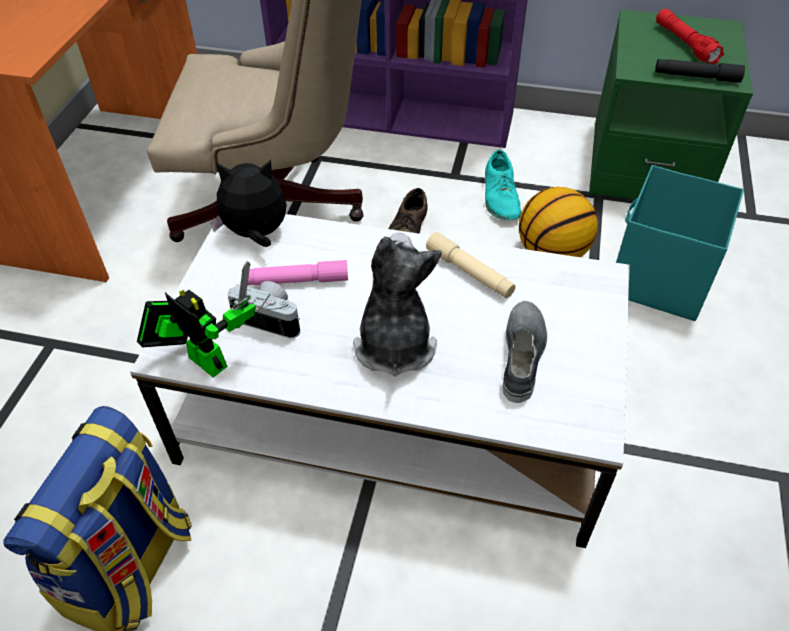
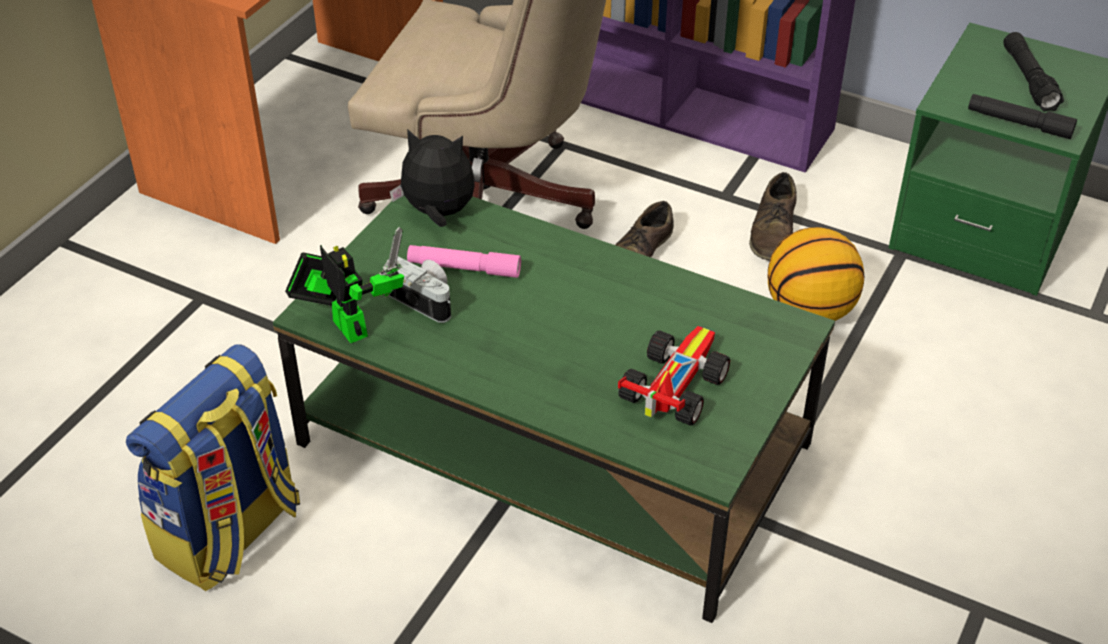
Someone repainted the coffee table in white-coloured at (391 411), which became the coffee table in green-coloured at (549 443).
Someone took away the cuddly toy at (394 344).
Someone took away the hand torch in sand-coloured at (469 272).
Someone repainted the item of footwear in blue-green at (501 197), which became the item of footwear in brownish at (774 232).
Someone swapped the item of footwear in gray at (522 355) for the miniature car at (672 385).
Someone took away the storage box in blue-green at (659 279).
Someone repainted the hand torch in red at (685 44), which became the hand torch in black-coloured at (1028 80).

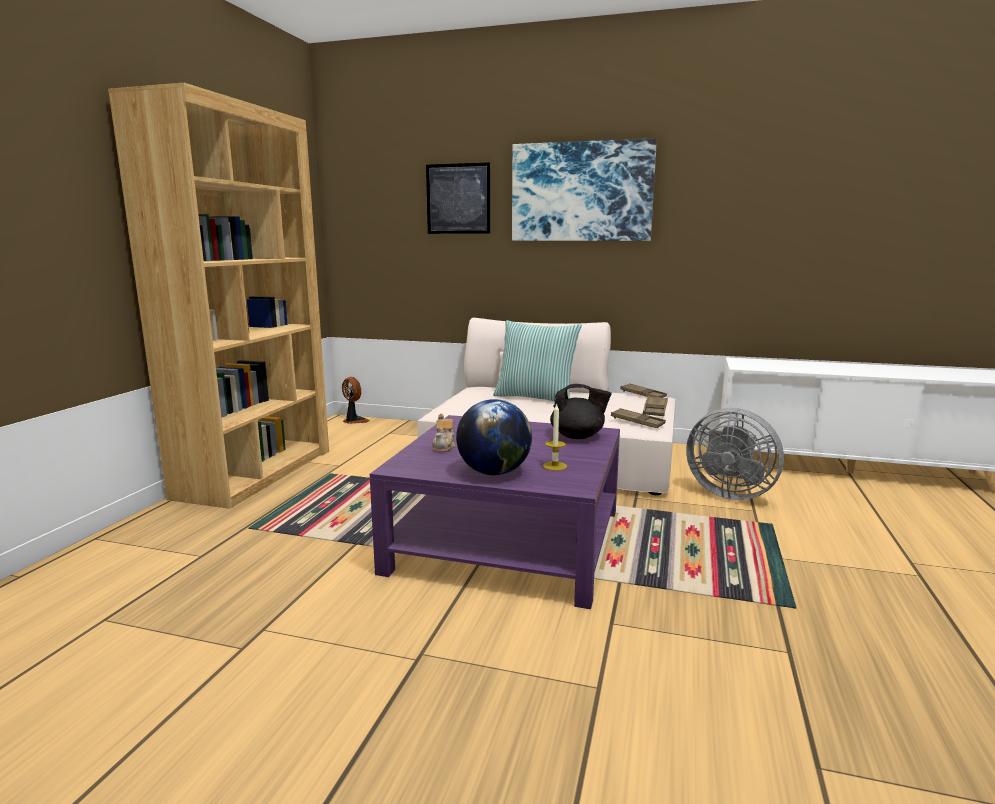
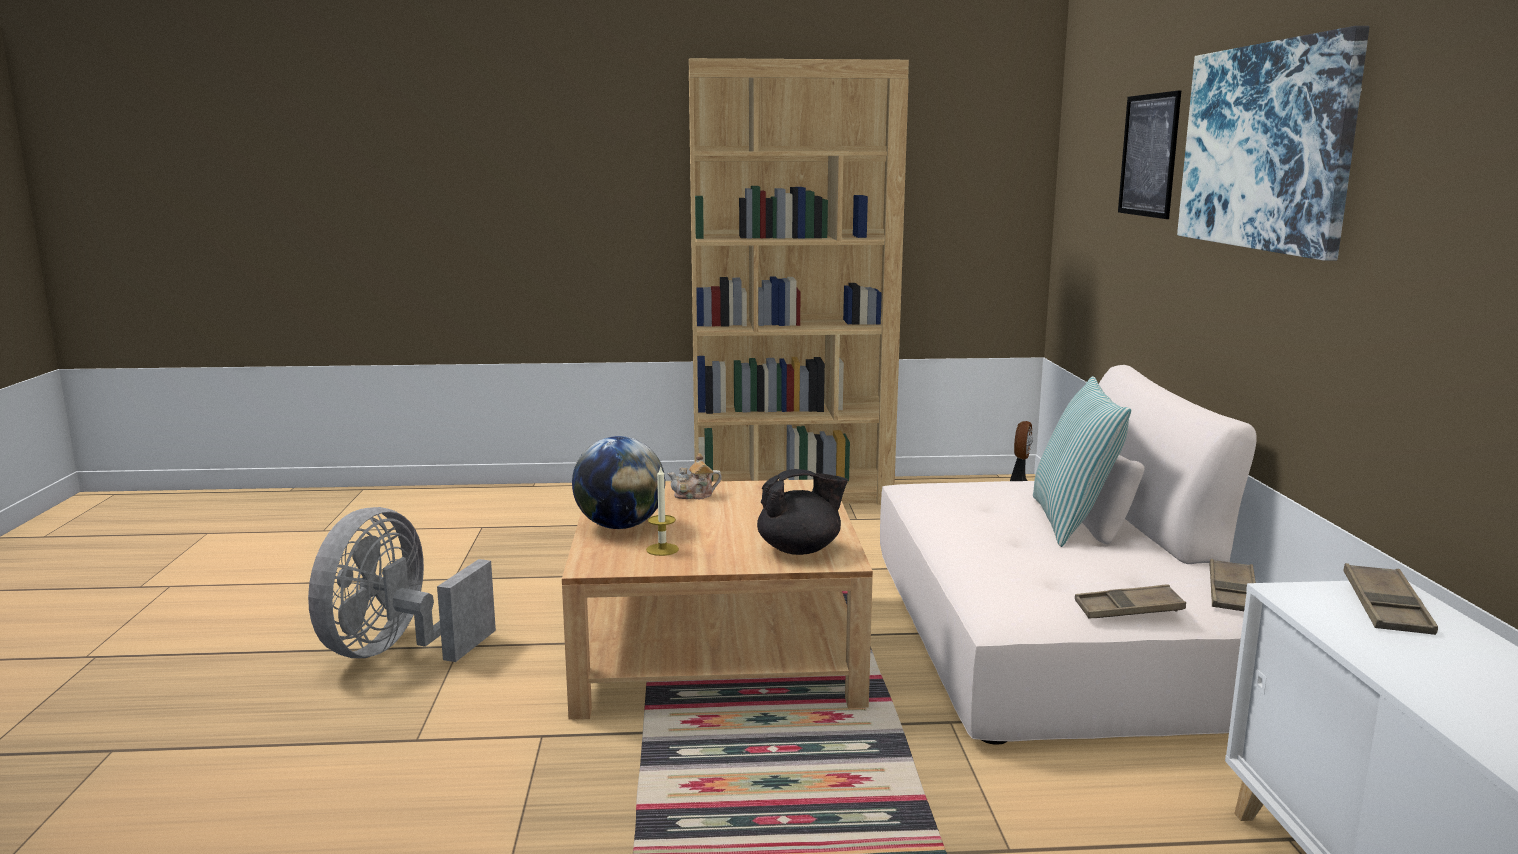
Someone repainted the coffee table in purplish at (507 540), which became the coffee table in sand-coloured at (715 647).
Someone rotated the pot for tea in black-coloured at (578 436) by 90 degrees counterclockwise.
Someone carried the tray in brownish from (637 422) to (1386 608).
Someone carried the cooling fan in gray from (729 493) to (396 651).

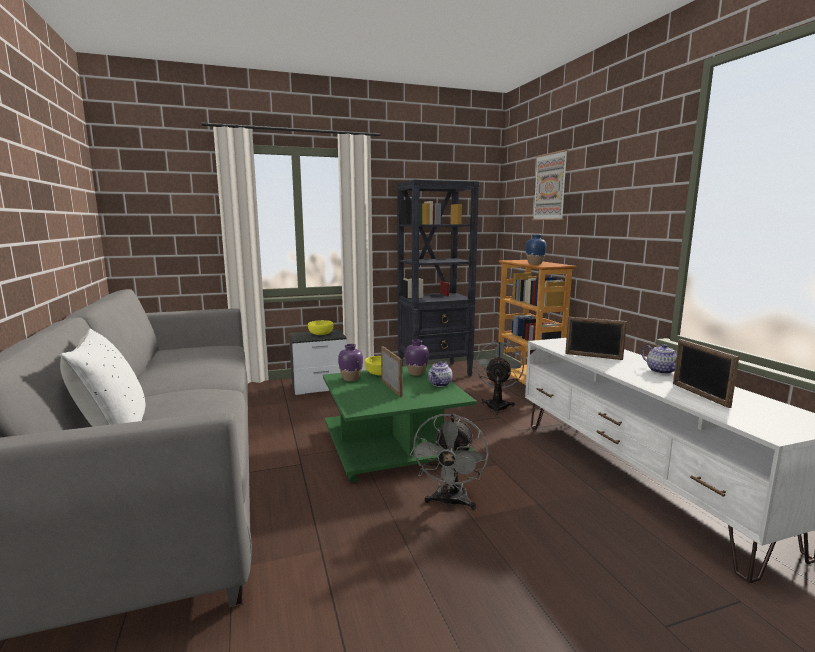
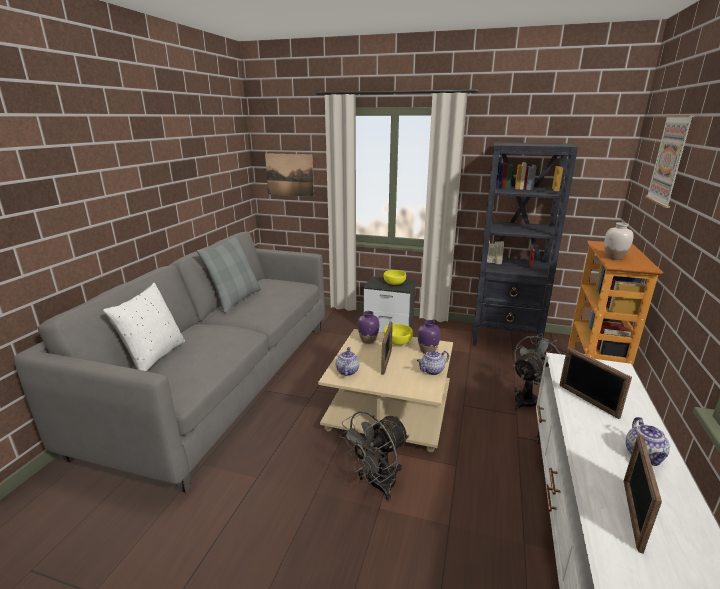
Someone repainted the coffee table in green-coloured at (392 445), which became the coffee table in sand-coloured at (388 407).
Someone repainted the vase in blue-coloured at (534 264), which became the vase in white-coloured at (614 257).
Someone put down the pillow in gray at (235 299).
Someone put up the wall art at (289 175).
Someone put down the pot for tea at (347 371).

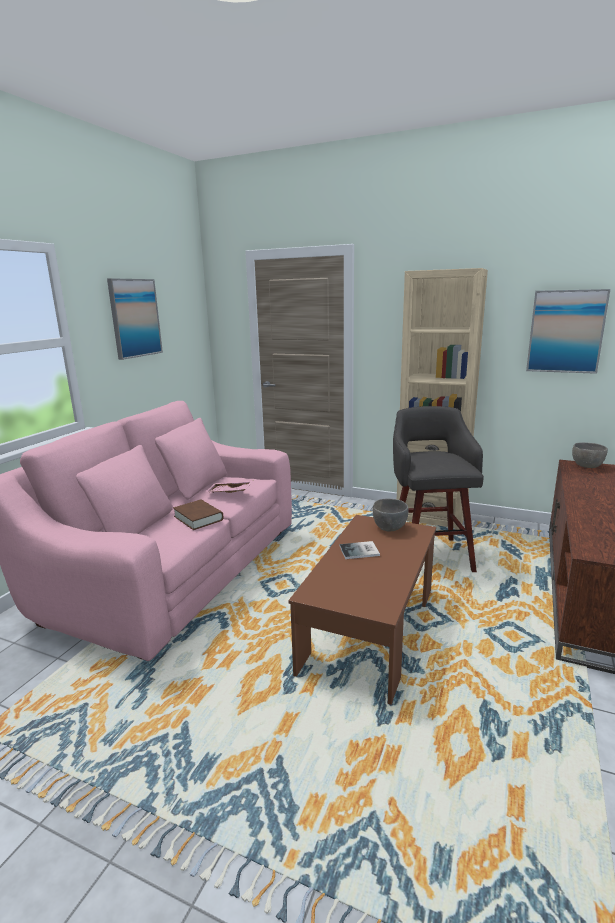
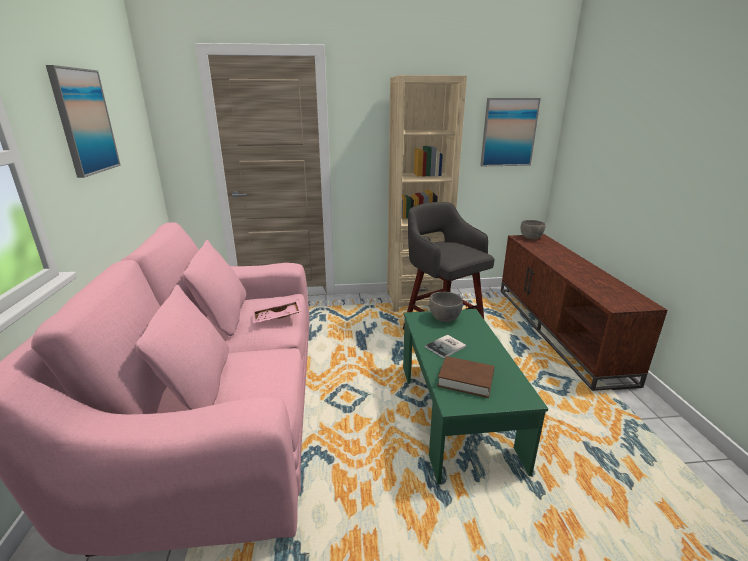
Someone carried the book in brownish from (198 518) to (465 380).
Someone repainted the coffee table in brownish at (370 629), which became the coffee table in green-coloured at (456 413).

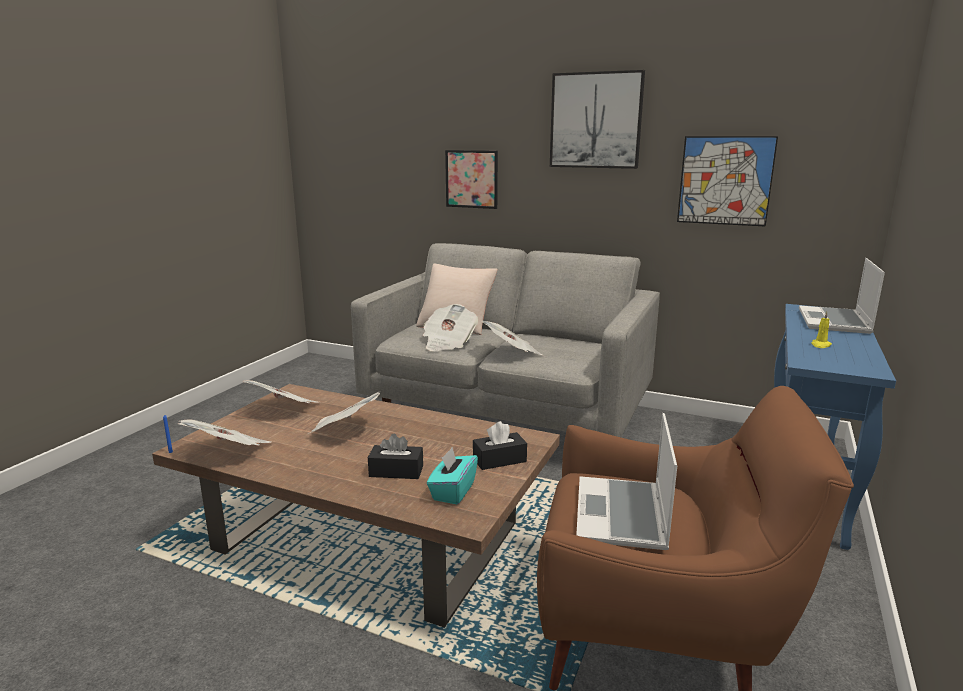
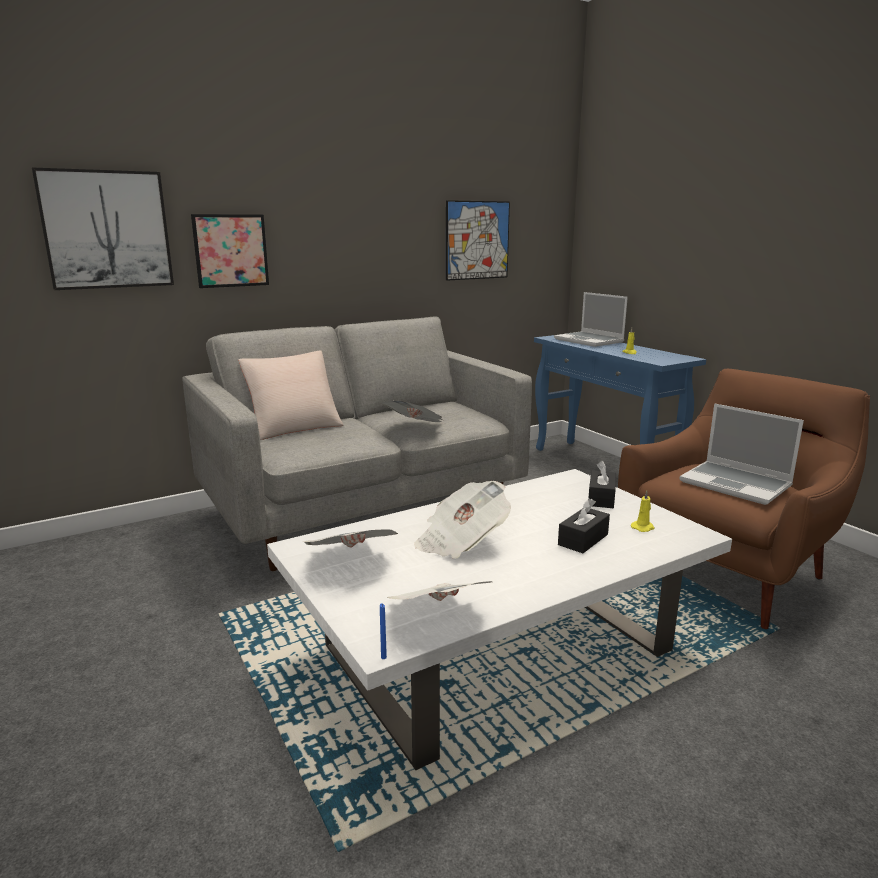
Someone repainted the coffee table in brownish at (371 536), which became the coffee table in white-coloured at (498 647).
Someone took away the daily paper at (448 343).
Someone swapped the tissue box in blue-green at (452 491) for the candle in yellow-coloured at (643 527).
Someone carried the wall art from (596 120) to (106 230).

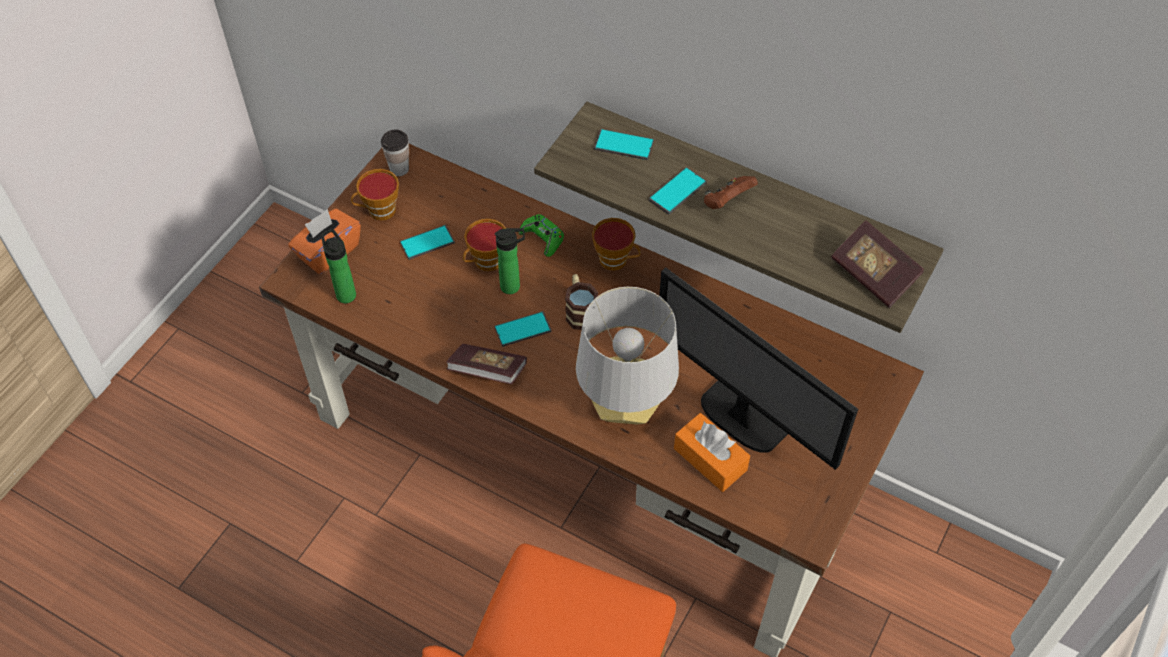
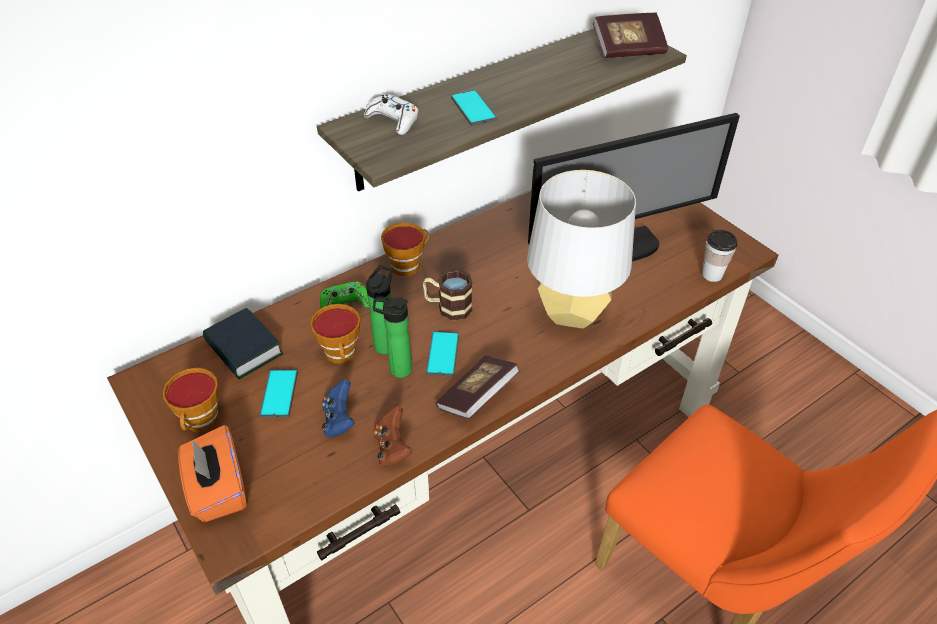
Someone carried the drink bottle from (345 293) to (397 370).
Someone carried the small cup from (399 169) to (712 274).
Someone swapped the telephone at (623 145) for the gamepad in white-coloured at (393 120).
Someone took away the tissue box in orangey at (710 459).
Someone carried the gamepad in brownish from (727 202) to (392 448).
Someone put down the book at (244 349).
Someone put down the gamepad in blue-coloured at (339 420).

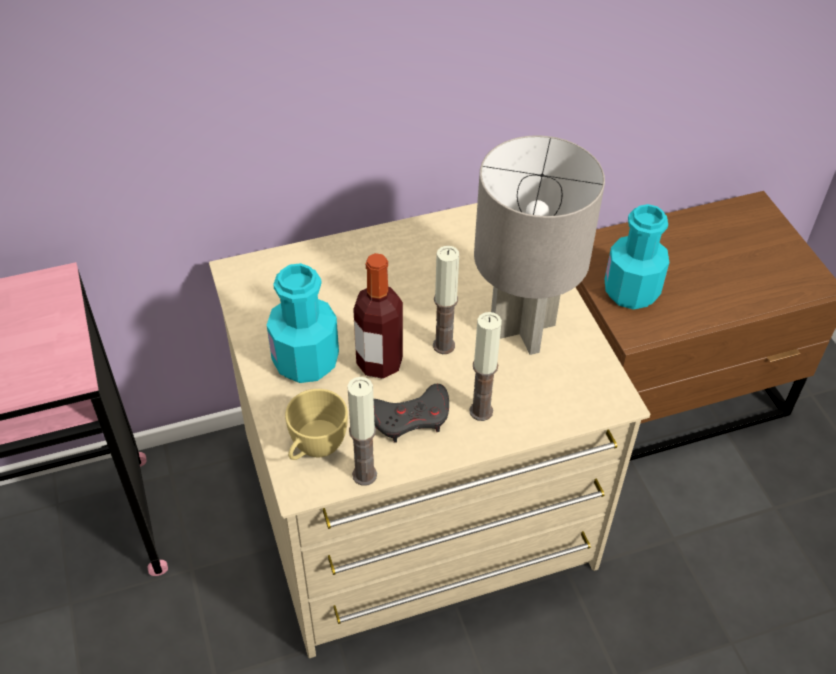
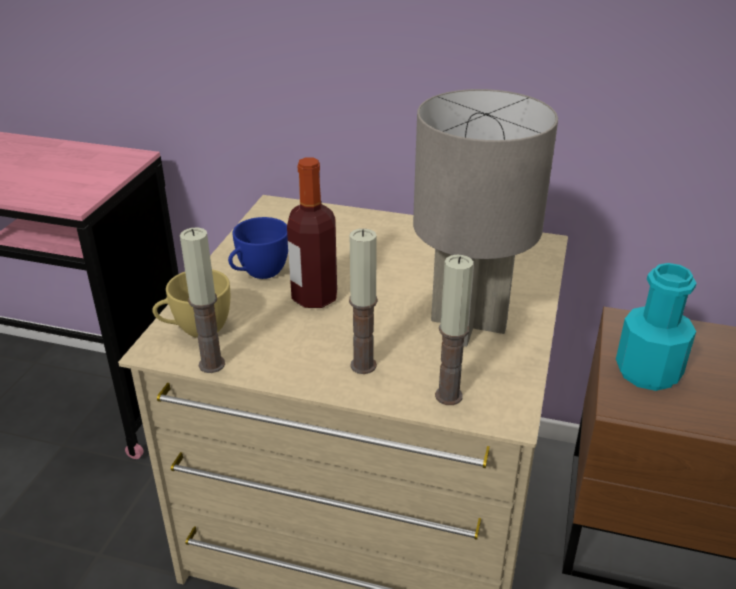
Someone swapped the drink bottle in blue-green at (306 361) for the small cup in blue-coloured at (258 273).
Someone took away the gamepad in gray at (409 417).
Someone carried the candle from (443 345) to (448 396).

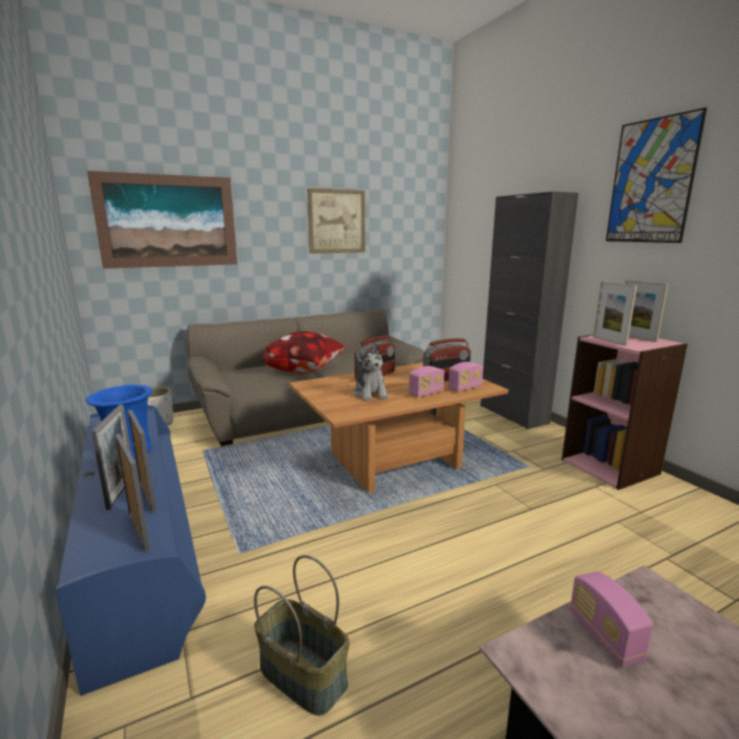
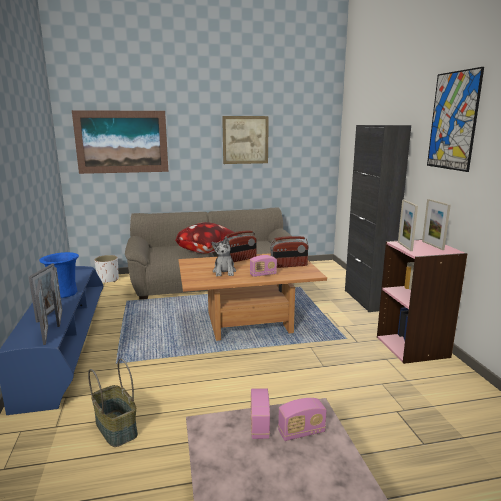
Someone carried the radio set from (465 388) to (301 432).

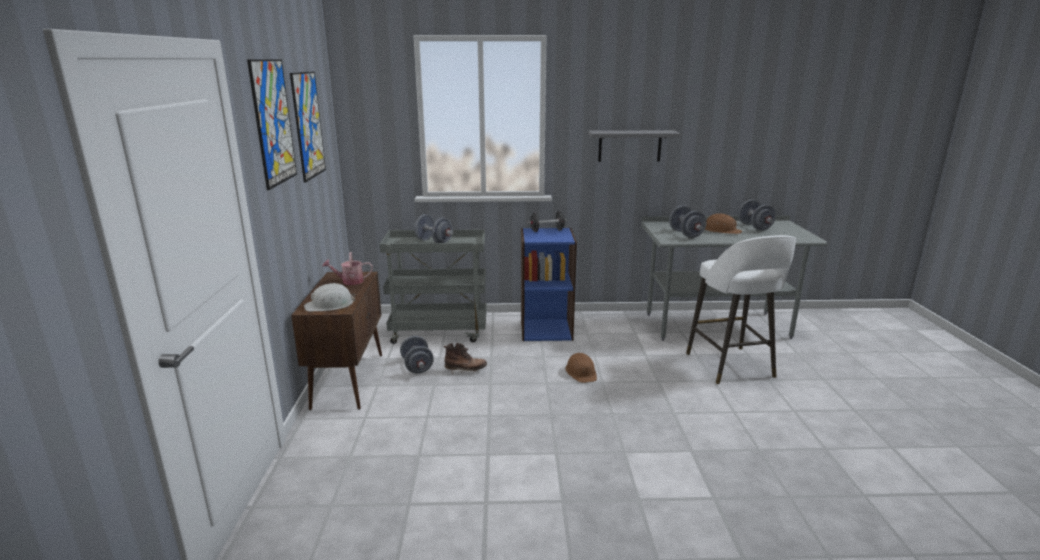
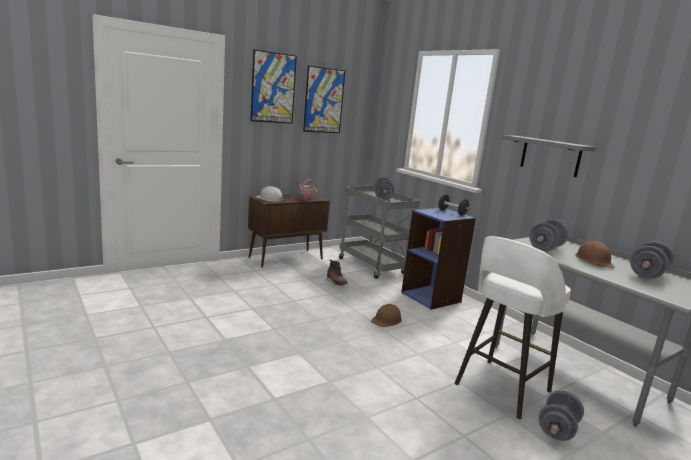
Someone carried the free weight in gray from (417 366) to (557 430).

